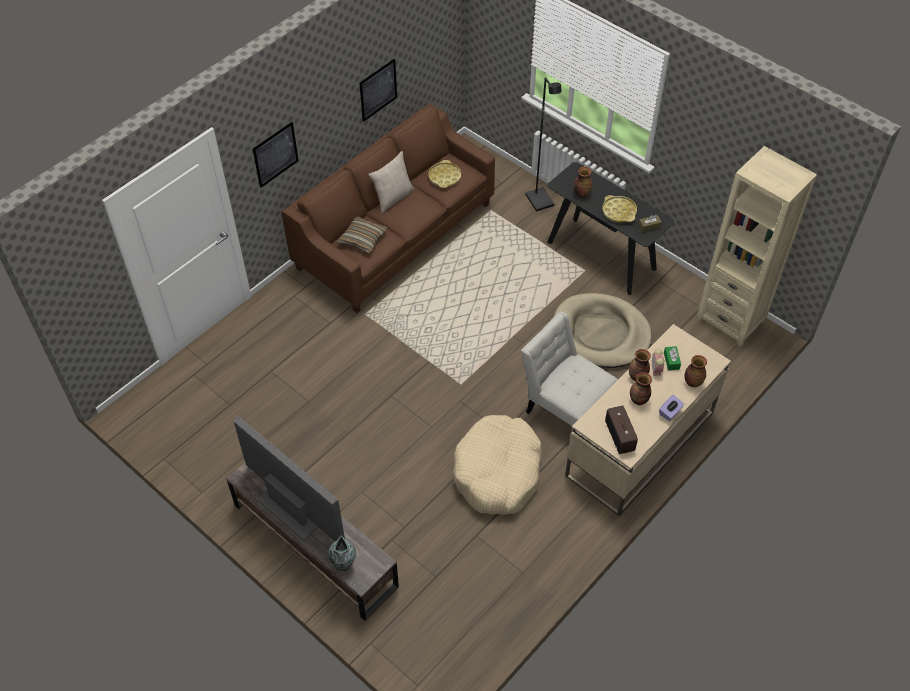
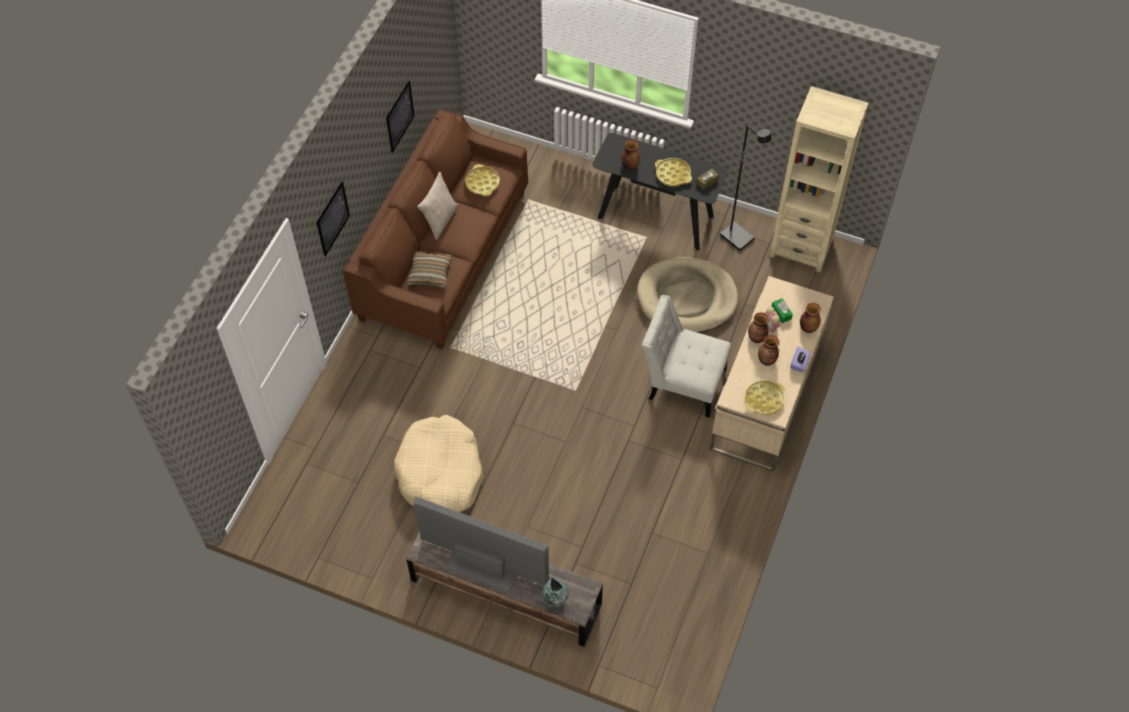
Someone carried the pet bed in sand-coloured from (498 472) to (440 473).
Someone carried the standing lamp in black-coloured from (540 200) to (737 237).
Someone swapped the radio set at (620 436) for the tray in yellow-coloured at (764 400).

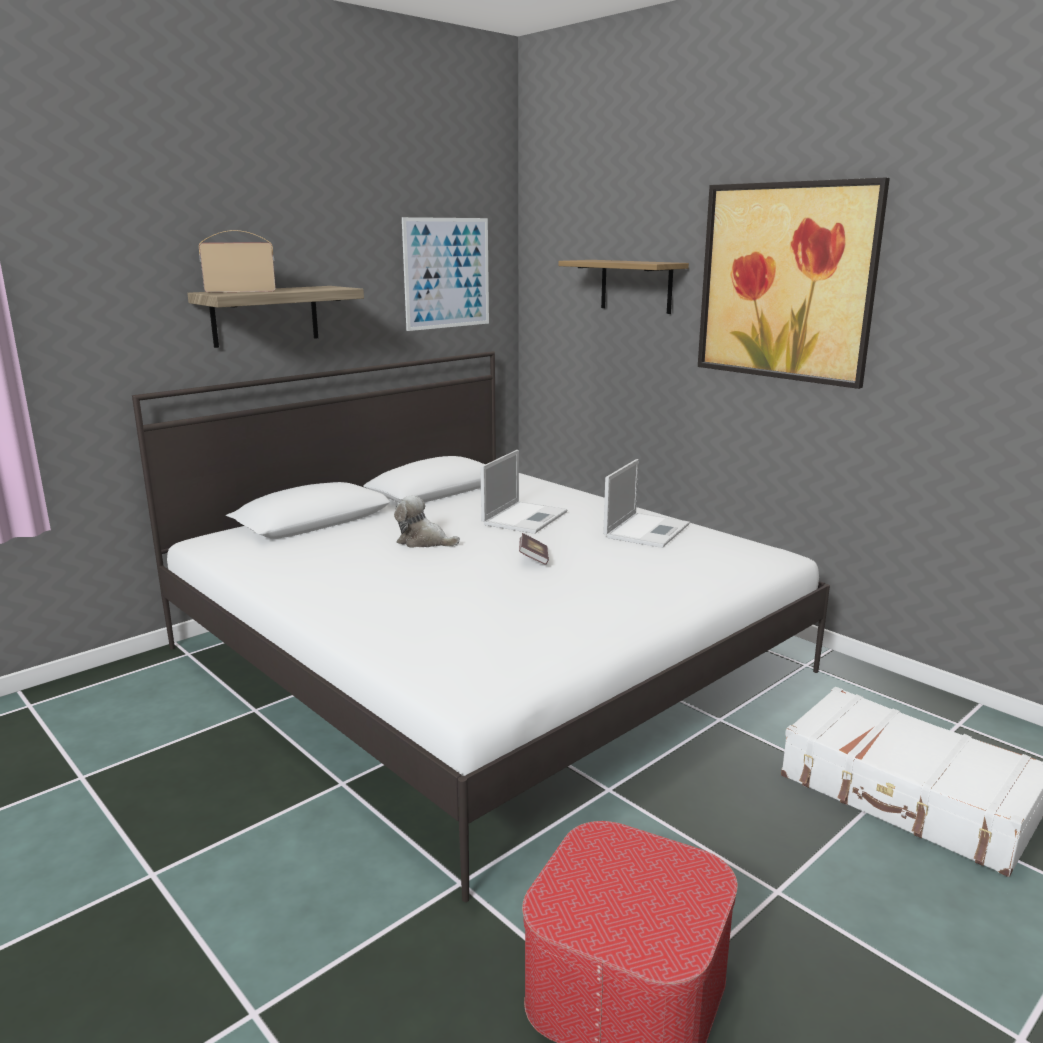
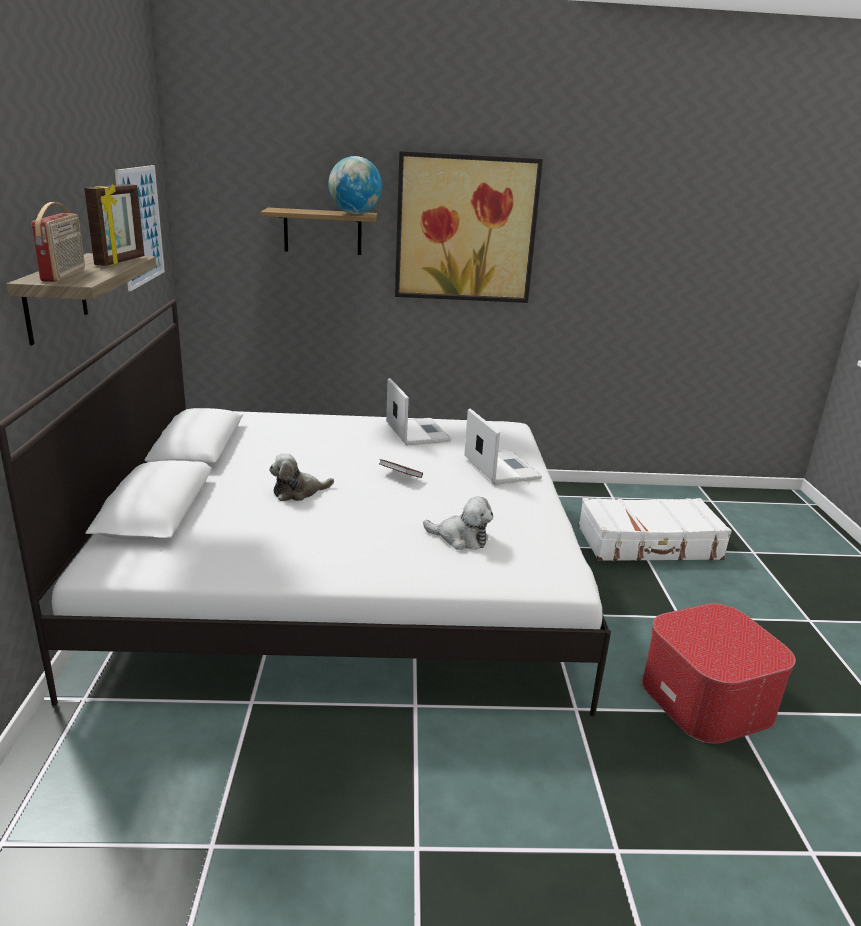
Someone rotated the radio set at (240 291) by 150 degrees clockwise.
Someone carried the portable computer from (525 517) to (500 467).
Someone put down the standing frame at (121 261).
Someone put down the desk globe at (355 213).
Someone put down the cuddly toy at (460 538).

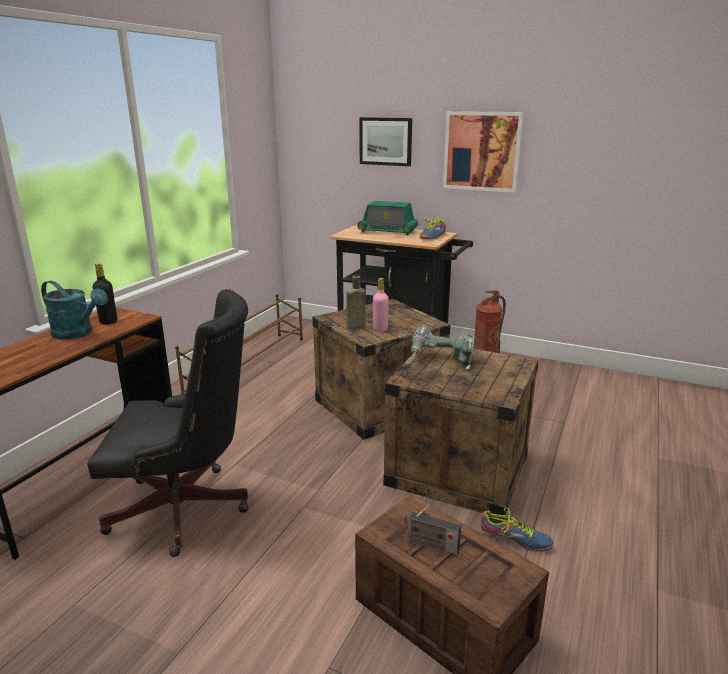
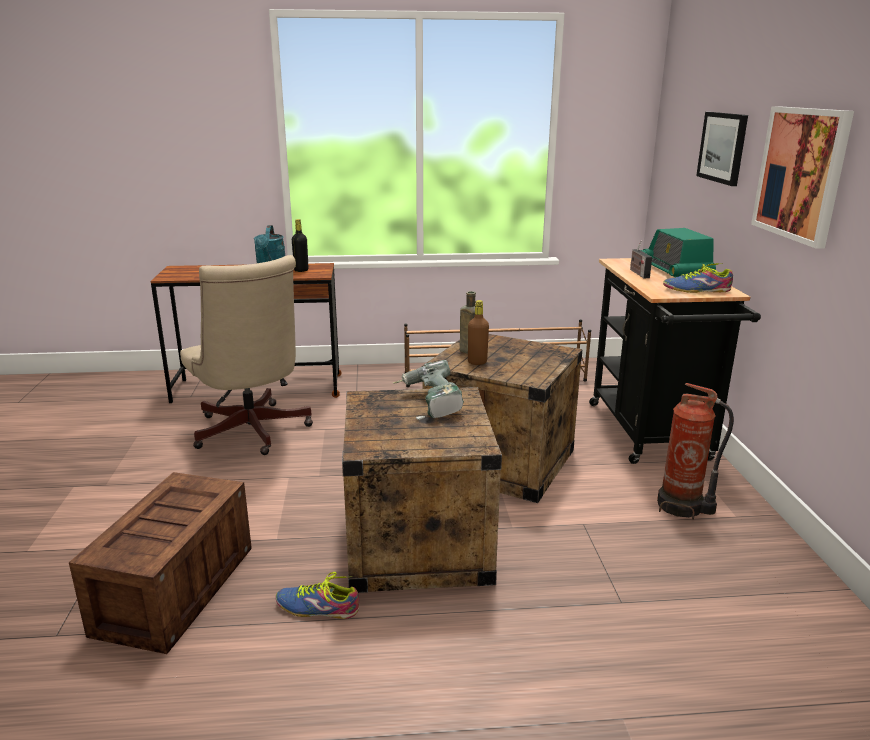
Someone repainted the computer chair in black-coloured at (187 510), which became the computer chair in sand-coloured at (252 433).
Someone repainted the drink bottle in pink at (380 329), which became the drink bottle in brownish at (477 362).
Someone carried the radio set from (430 545) to (638 273).
Someone rotated the item of footwear at (515 538) by 105 degrees clockwise.

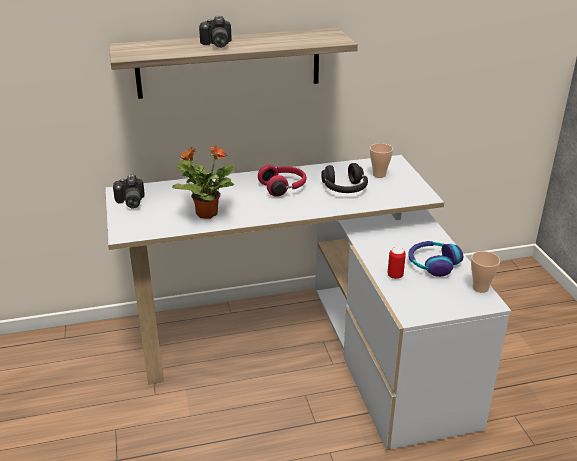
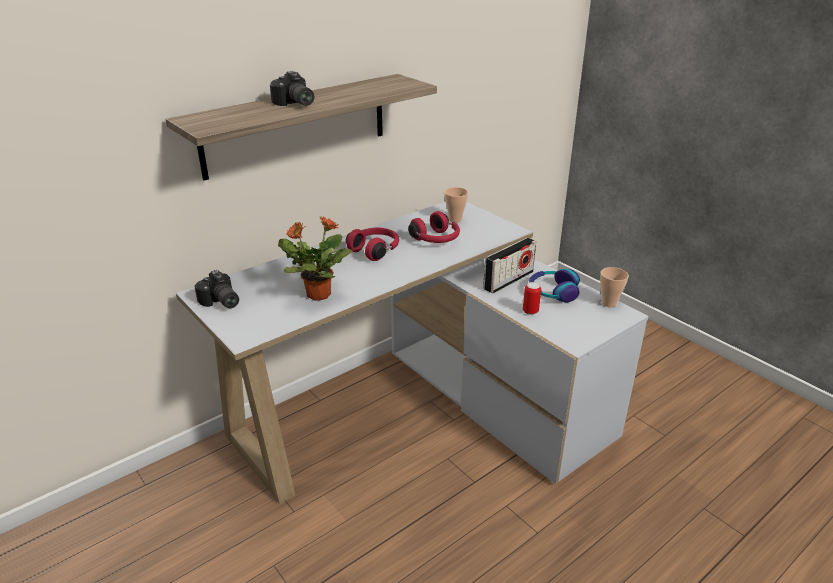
Someone repainted the headphones in black-coloured at (345 189), which became the headphones in red at (436 240).
Someone put down the radio set at (508 280).

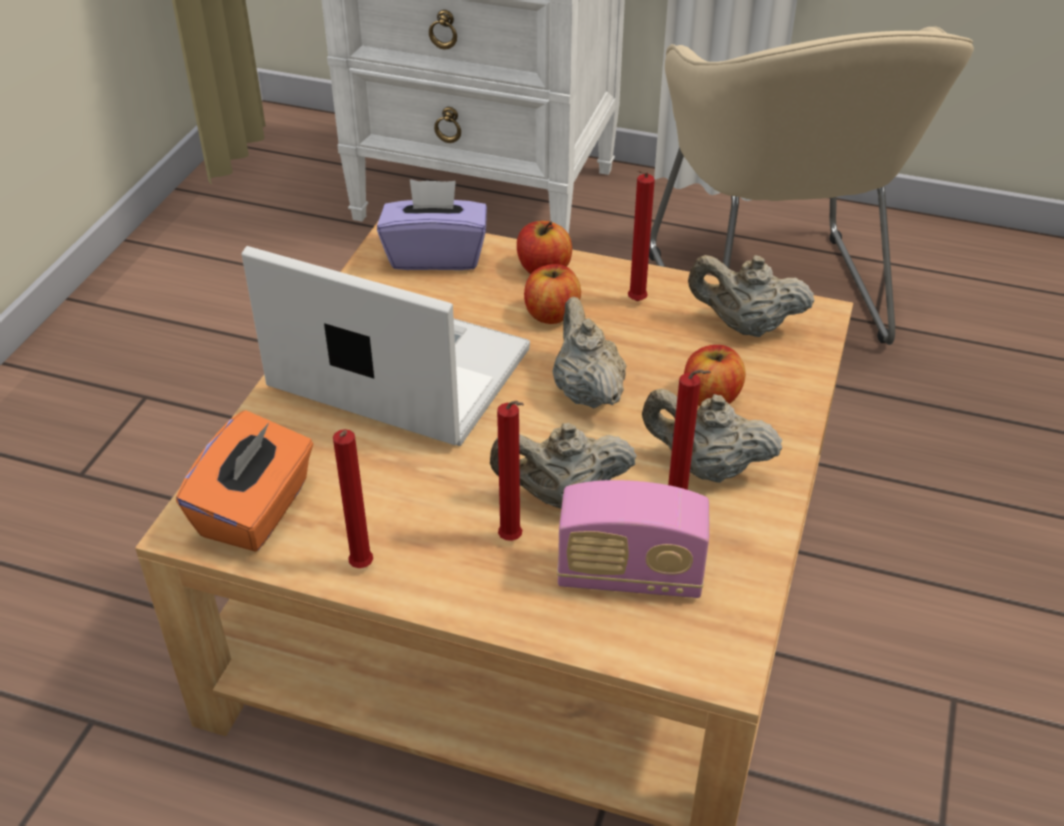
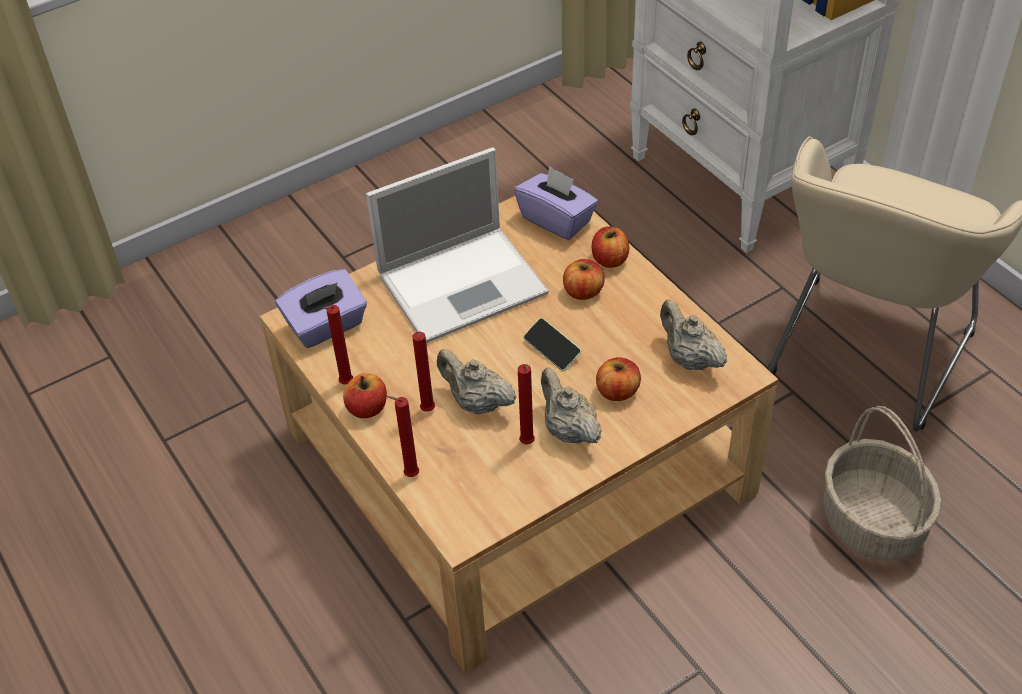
Someone repainted the tissue box in orangey at (256 510), which became the tissue box in purplish at (326 326).
Someone rotated the portable computer at (396 369) by 90 degrees clockwise.
Someone swapped the pot for tea in sand-coloured at (586 391) for the telephone at (552 350).
Someone took away the radio set at (629 575).
Someone carried the candle in red from (635 302) to (409 475).
Someone put down the apple fruit at (367 408).
Someone put down the storage basket at (874 522).

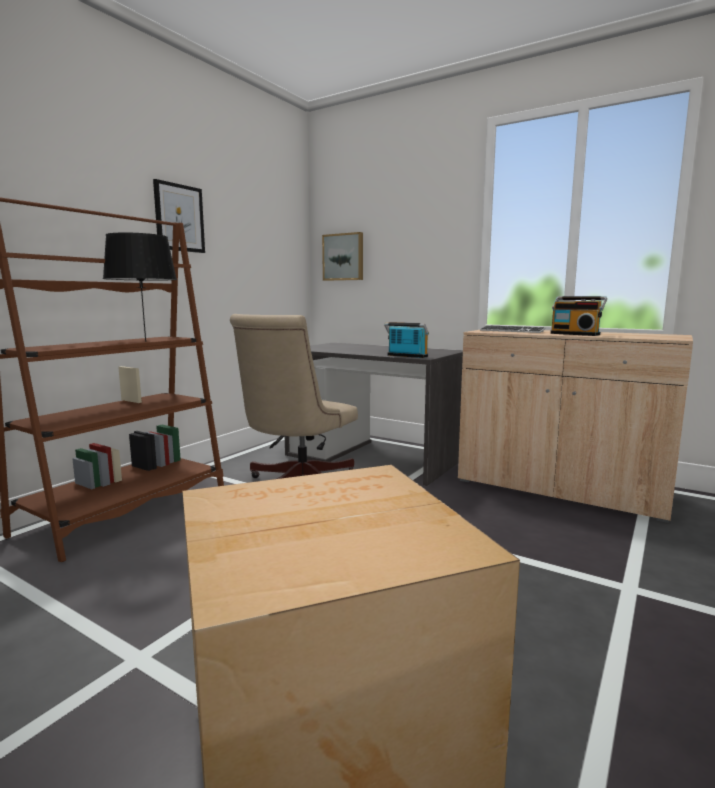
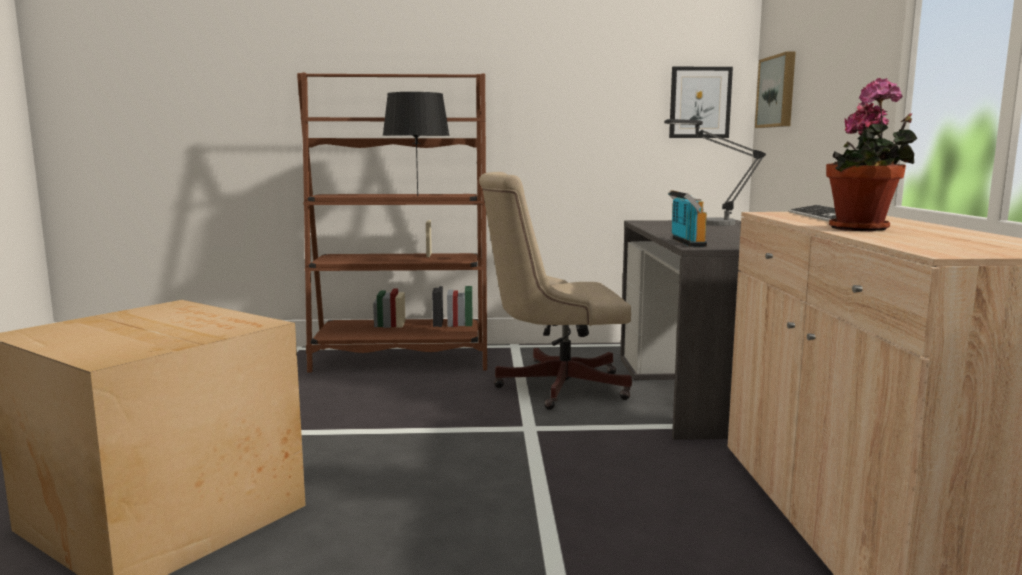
Someone carried the wall art from (179 218) to (700 102).
Someone swapped the radio set at (575 334) for the houseplant at (863 229).
Someone put down the table lamp at (707 224).

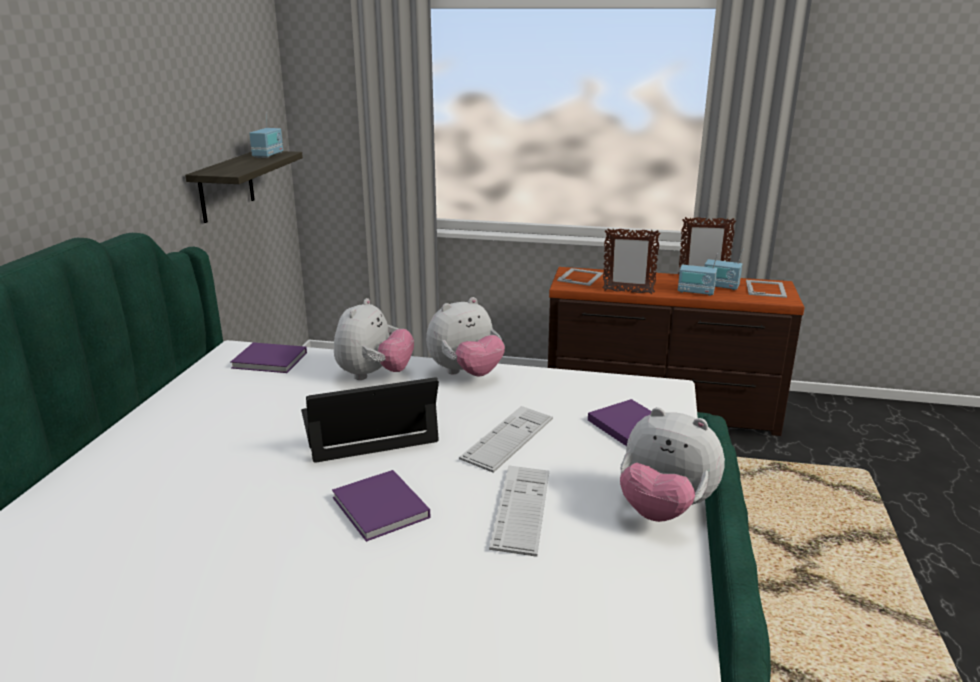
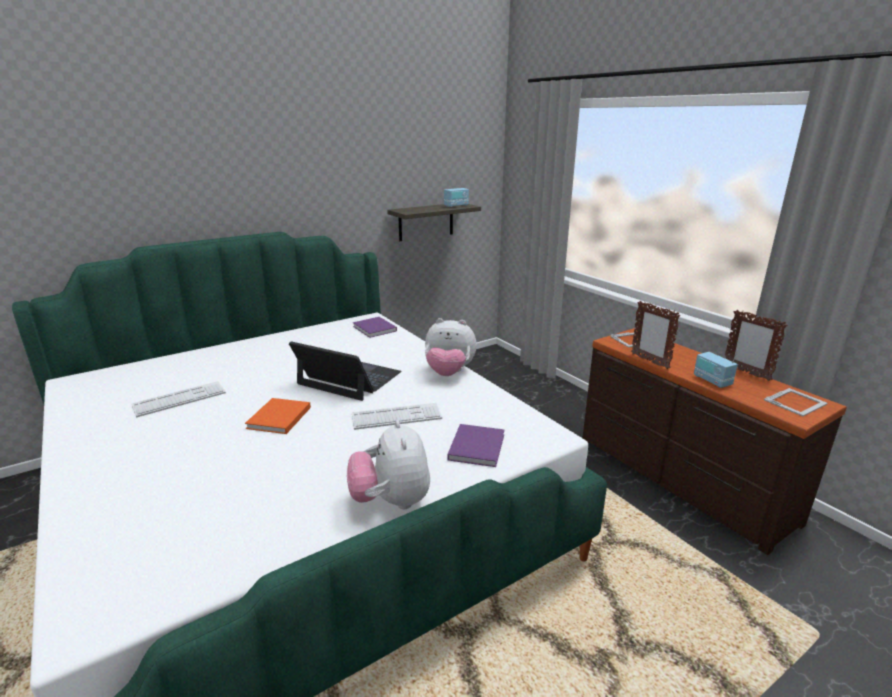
Someone repainted the book in purplish at (381 509), which became the book in orangey at (278 418).
Someone took away the cuddly toy at (374 375).
Someone carried the PC keyboard from (521 509) to (179 399).
Someone took away the radio set at (720 286).

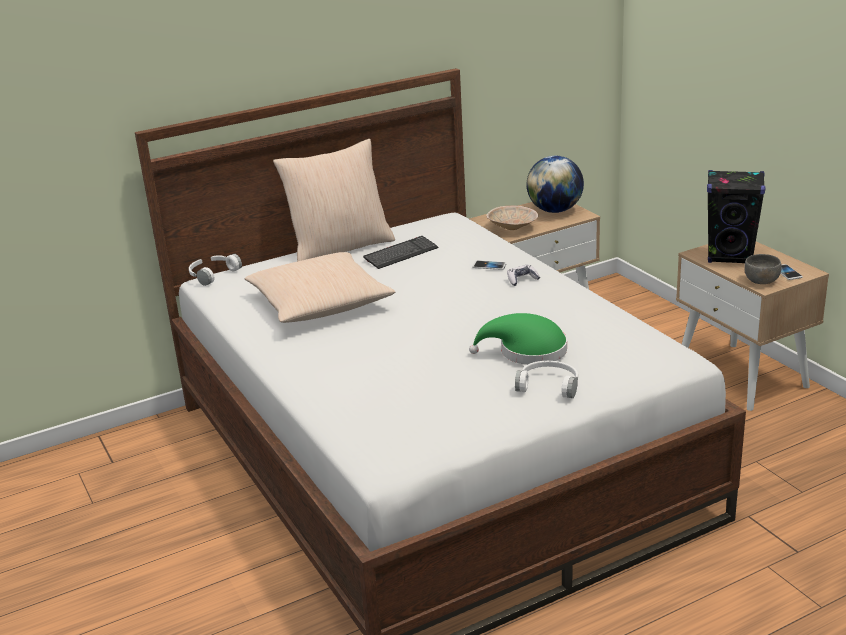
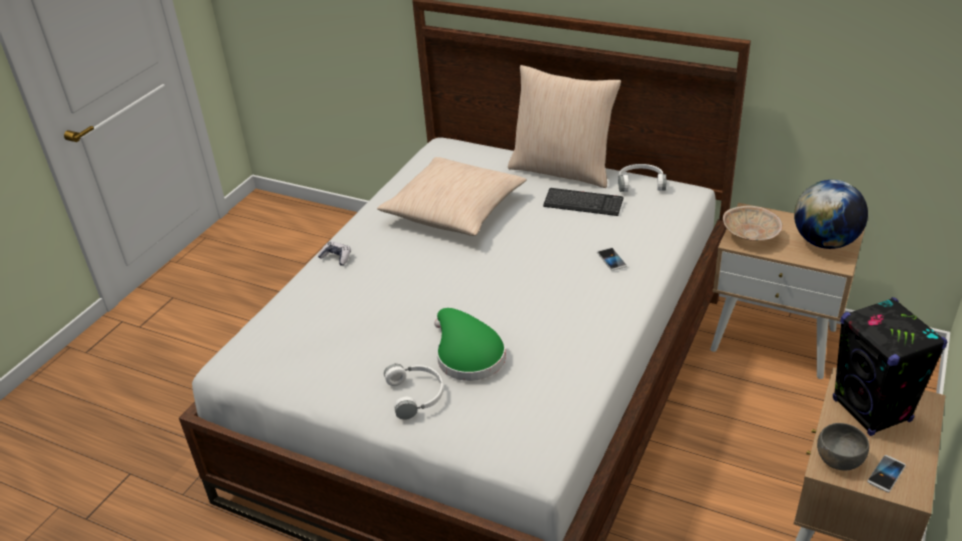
Someone carried the headphones in white-coloured from (212 274) to (640 183).
Someone carried the gamepad from (522 280) to (336 257).

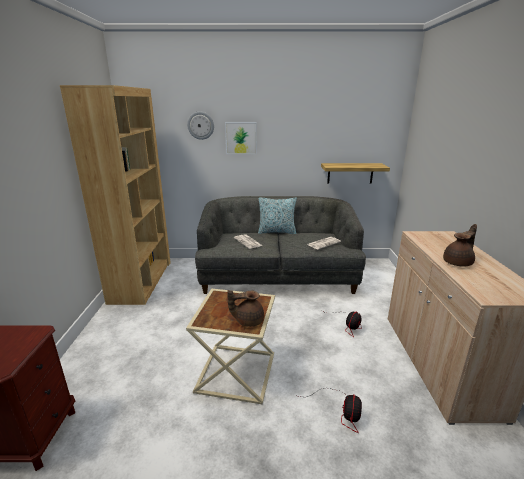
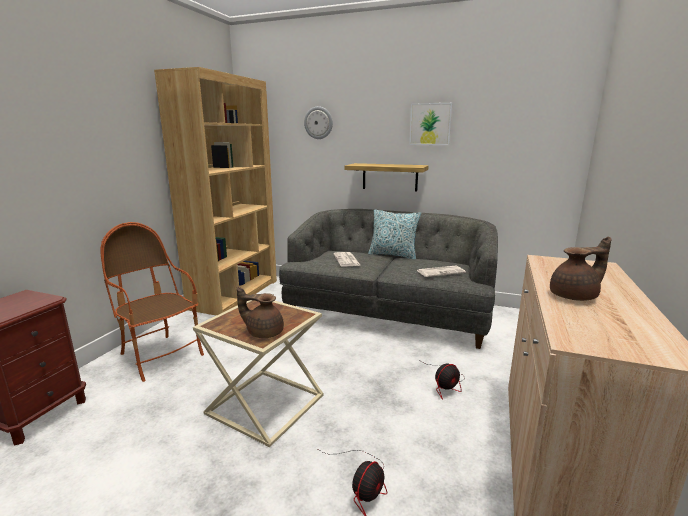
Someone carried the wall art from (241 138) to (430 124).
Someone carried the wall shelf from (350 173) to (390 177).
Someone put down the easy chair at (160 356).

